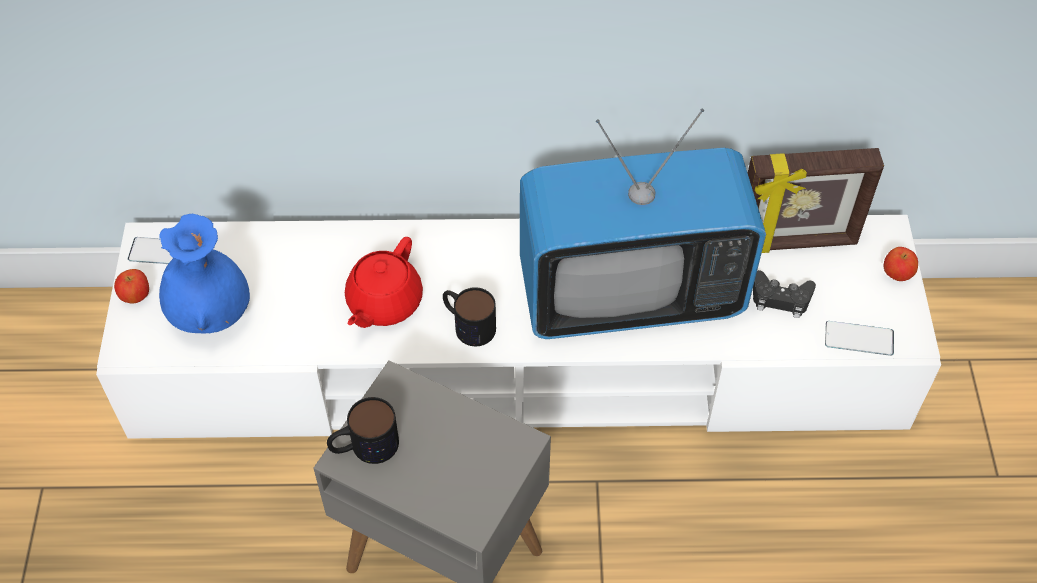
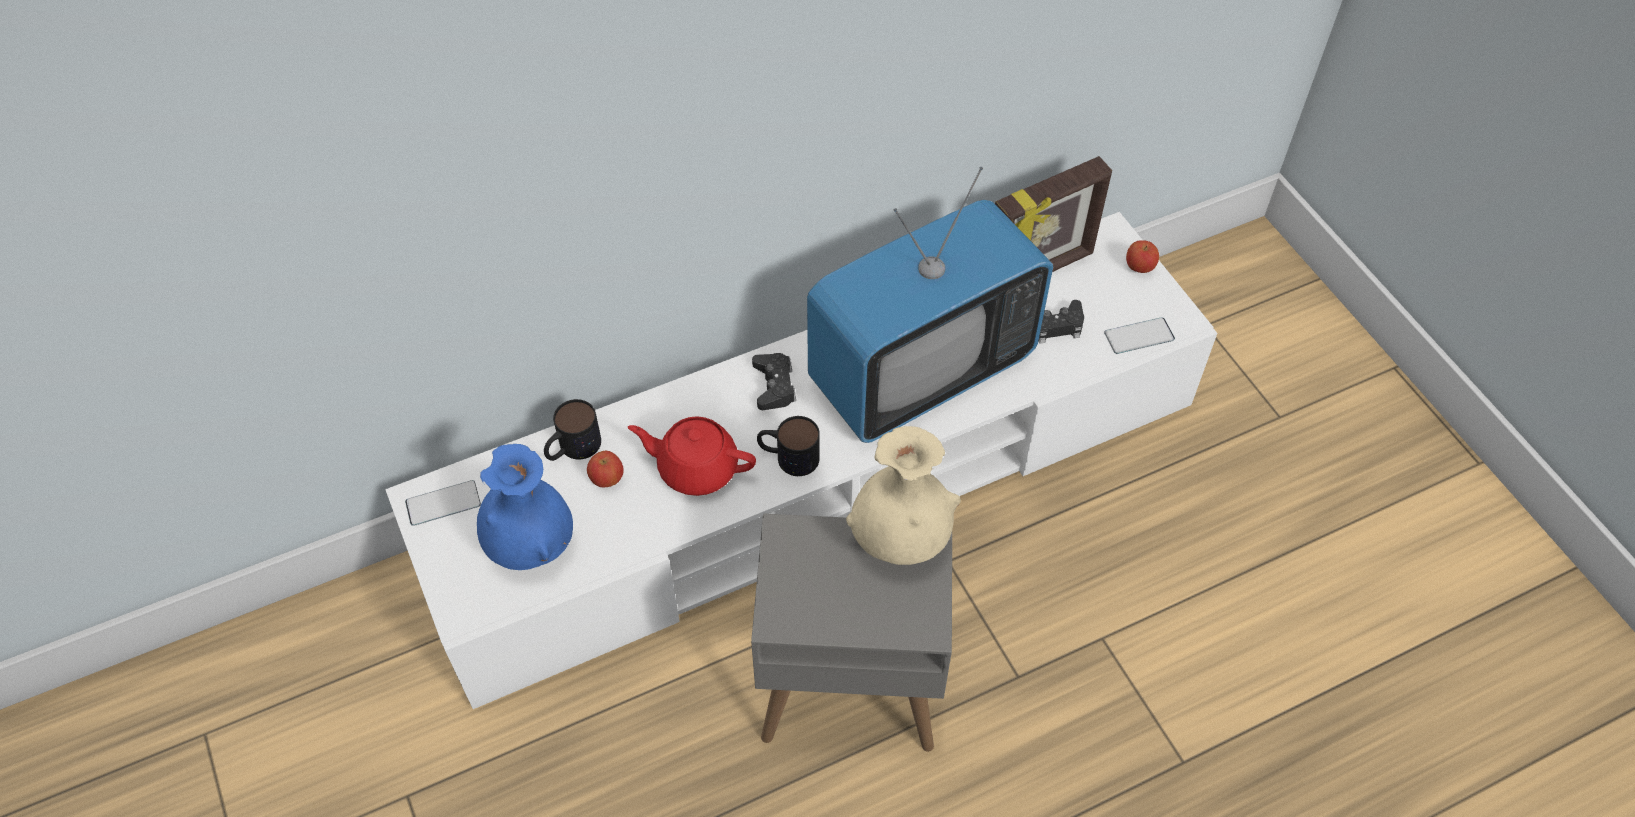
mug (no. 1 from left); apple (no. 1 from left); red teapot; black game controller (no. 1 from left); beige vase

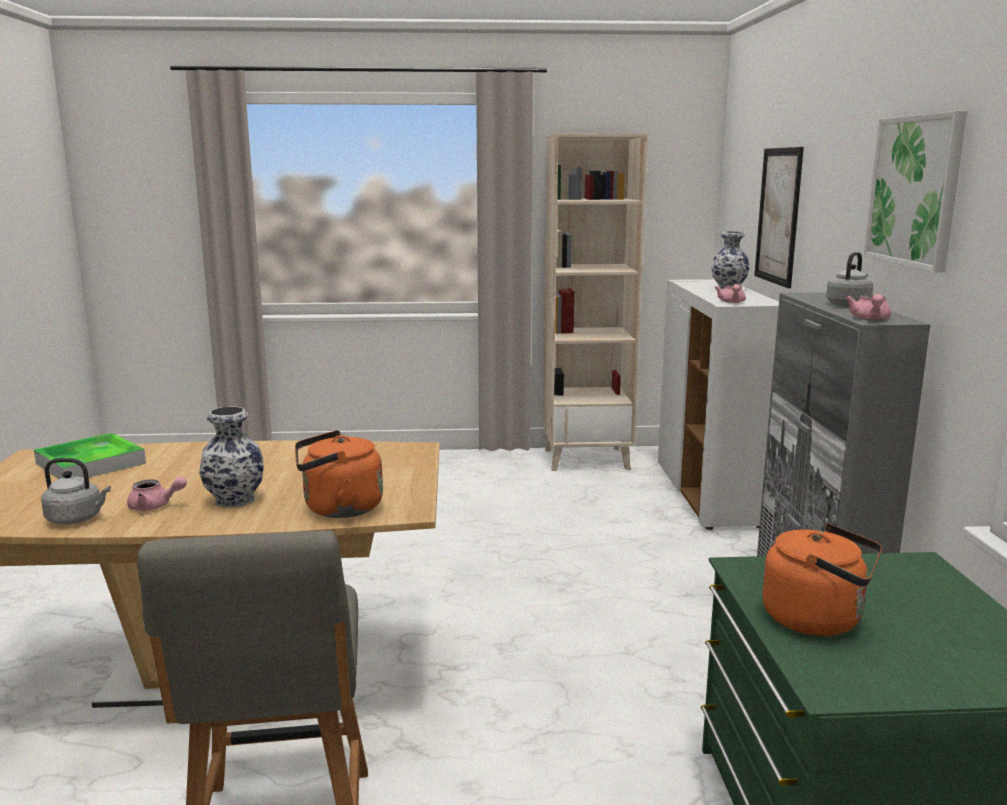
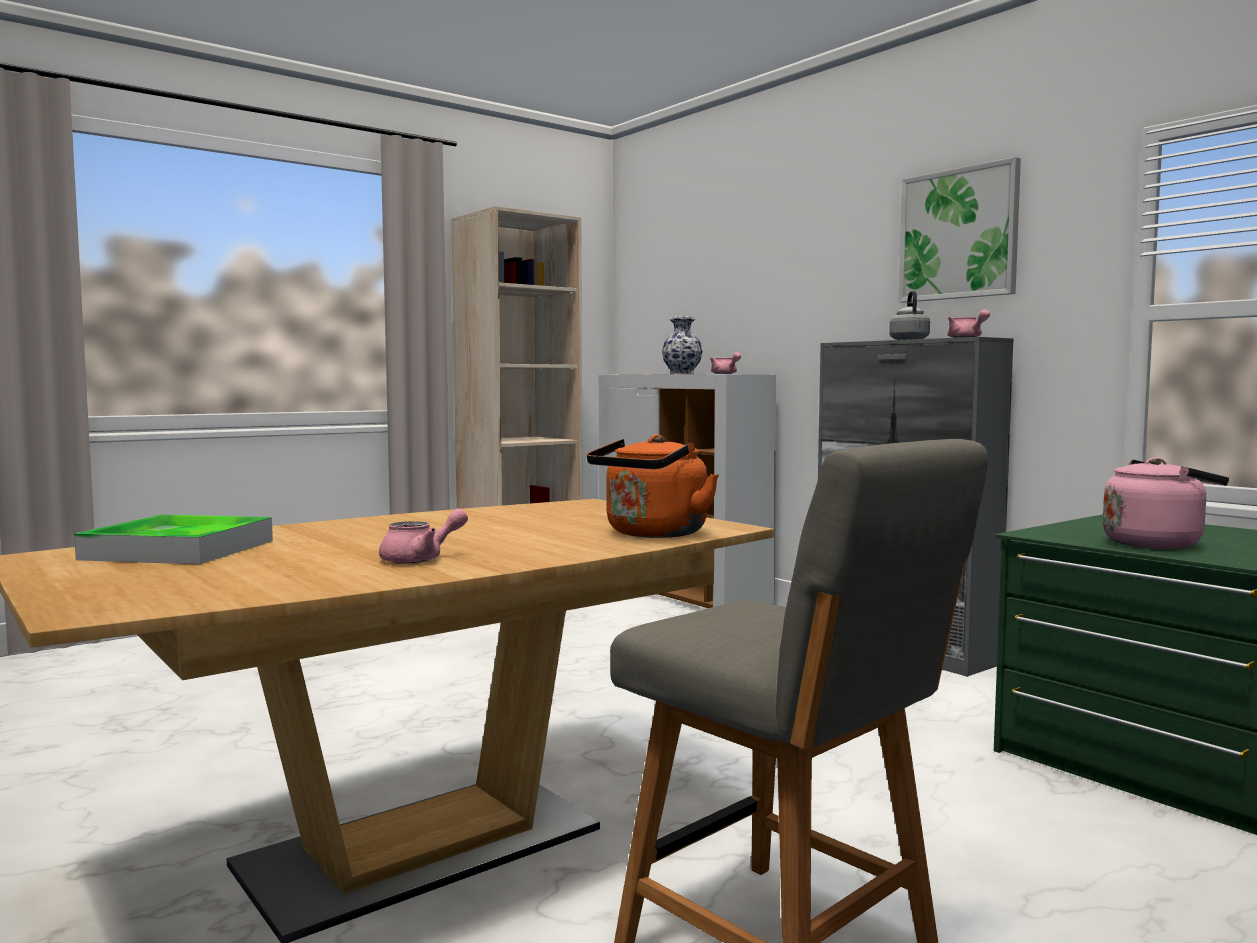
pink kettle; grey kettle (no. 1 from left in the first image); vase (no. 1 from left in the first image); picture (no. 1 from left in the first image)

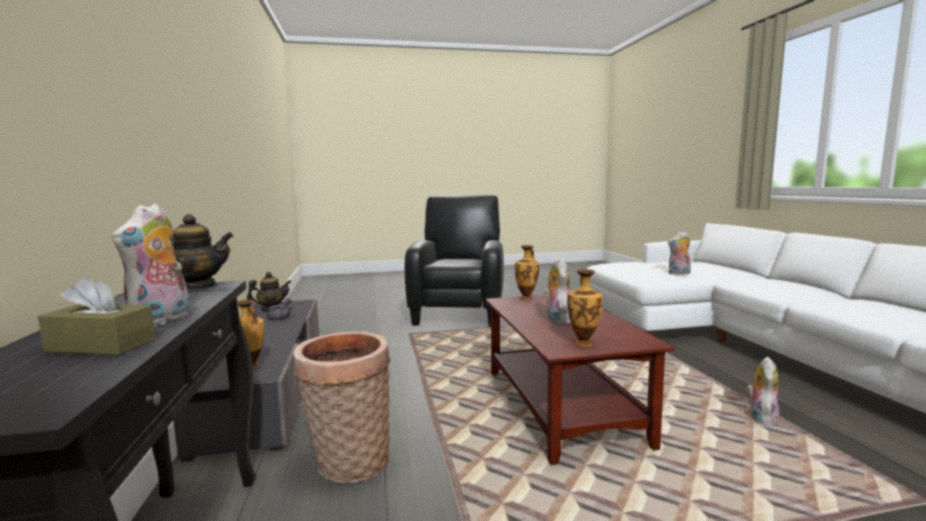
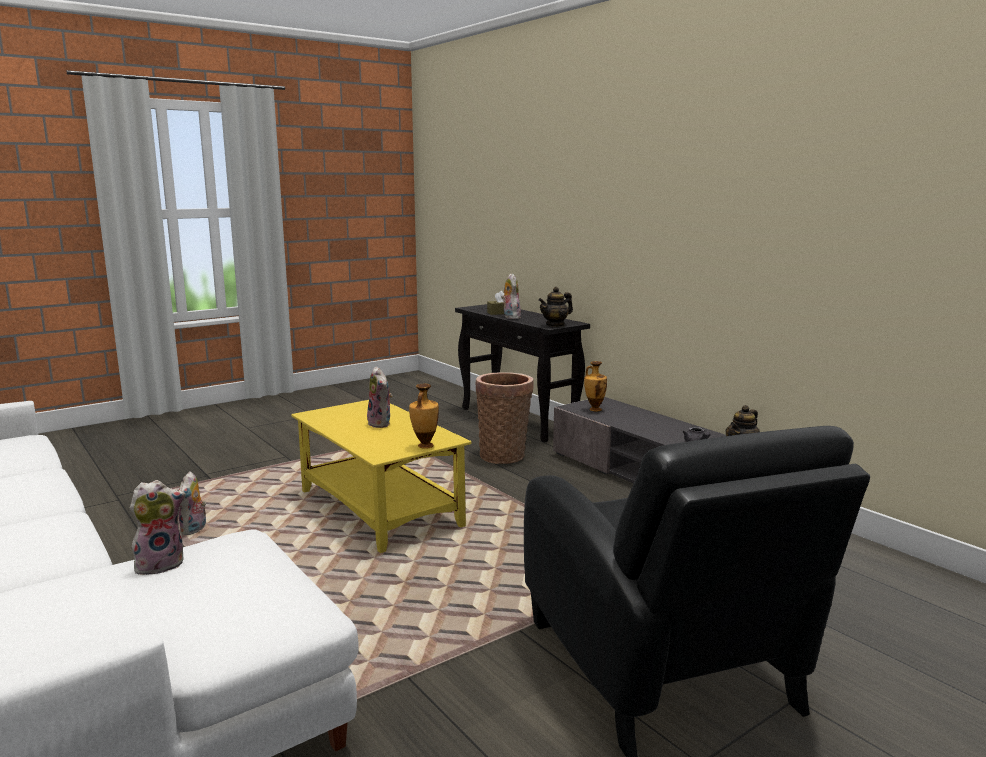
yellow coffee table; vase (no. 3 from left in the first image)

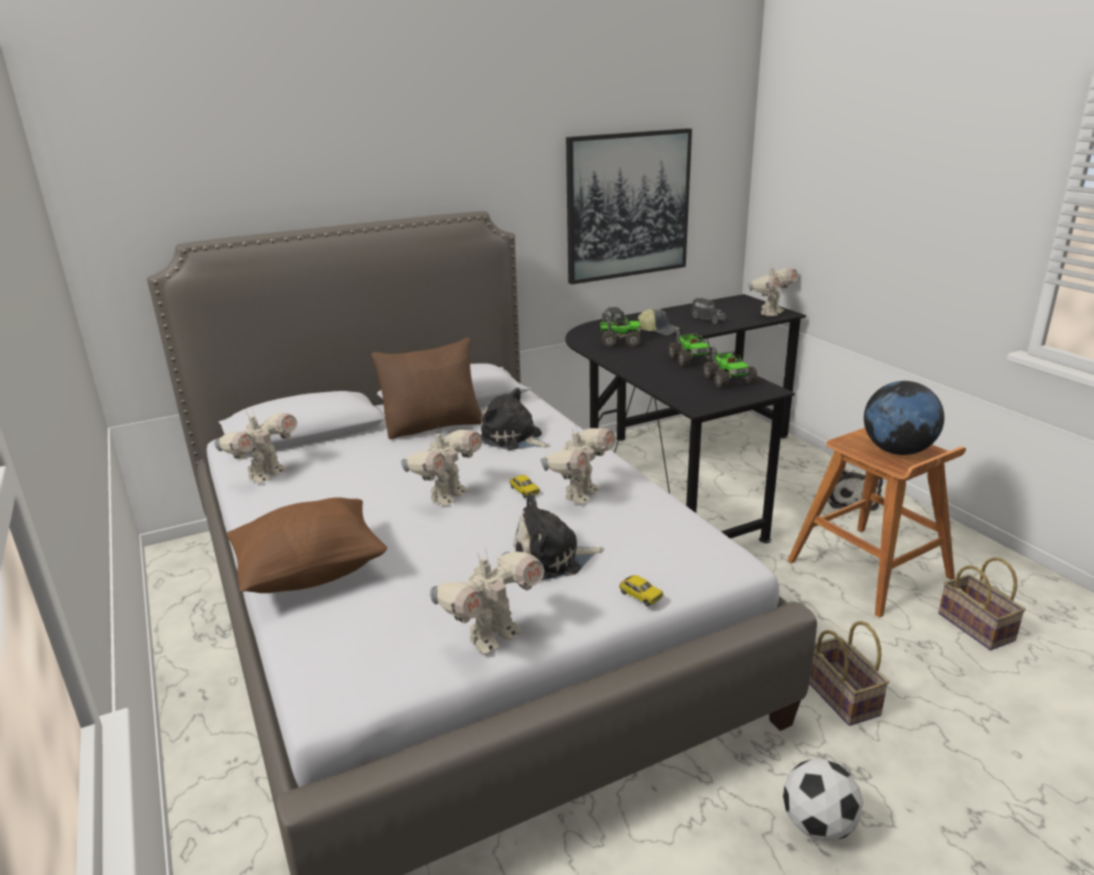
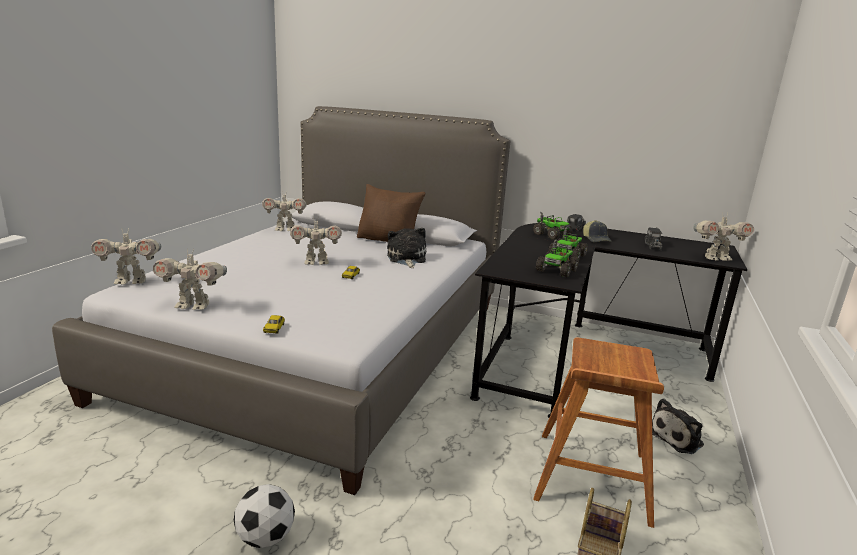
toy robot (no. 1 from left); brown pillow (no. 1 from left in the first image); plush toy (no. 2 from left in the first image); picture; basket (no. 1 from left in the first image); globe

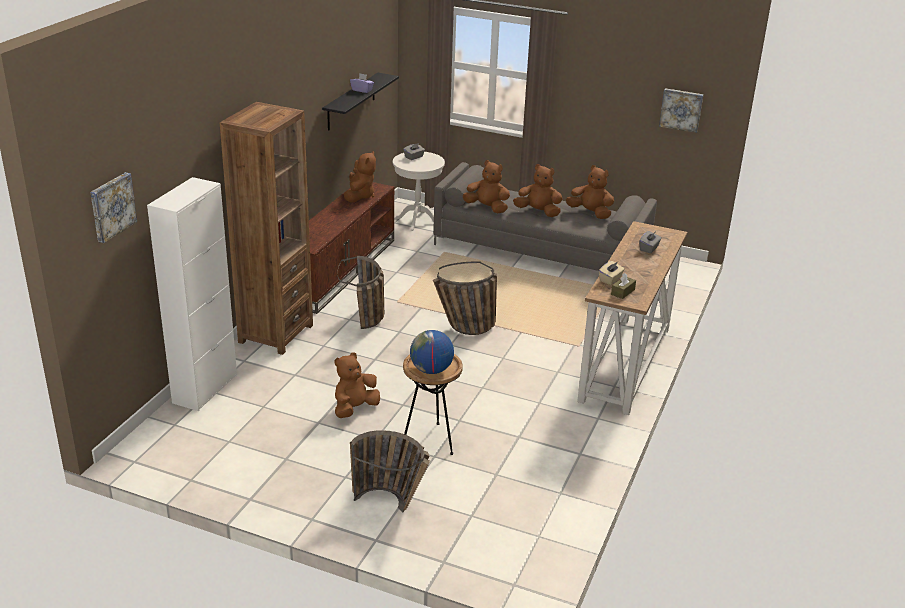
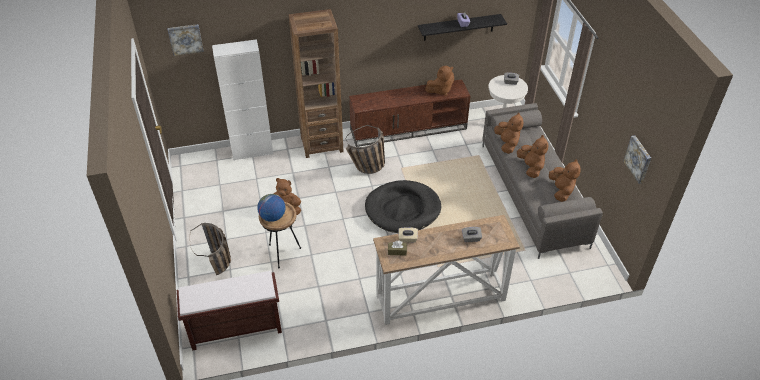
brown bench; black dog bed

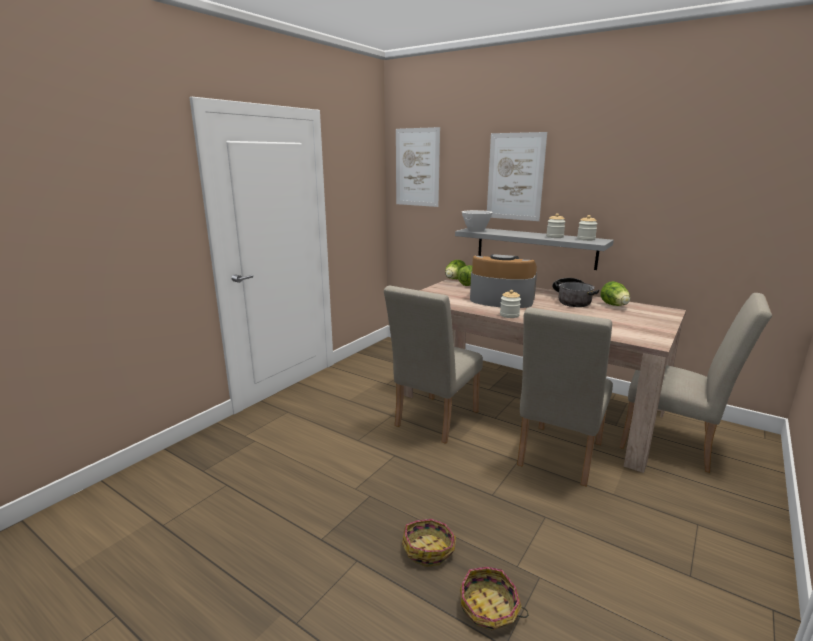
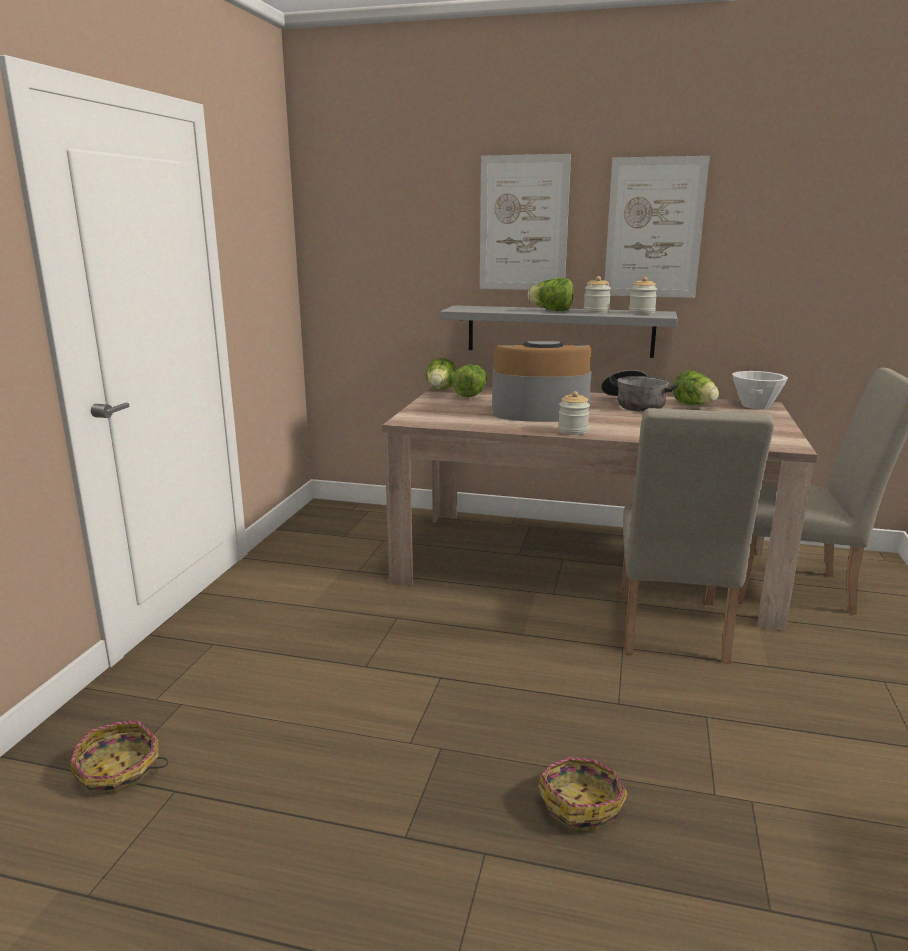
basket (no. 1 from left); lettuce (no. 3 from left); picture (no. 2 from left); white bowl; beige chair (no. 1 from left in the first image)

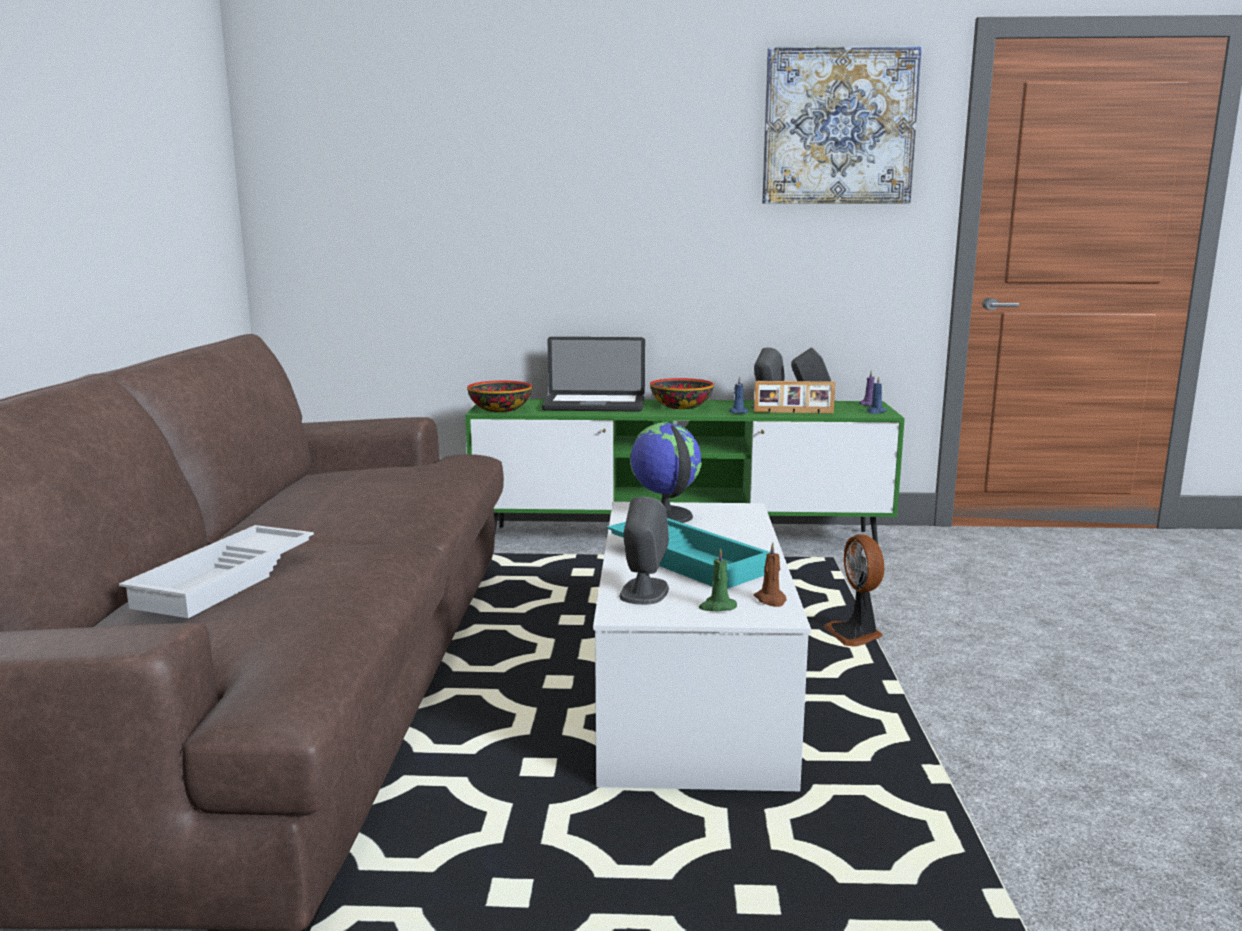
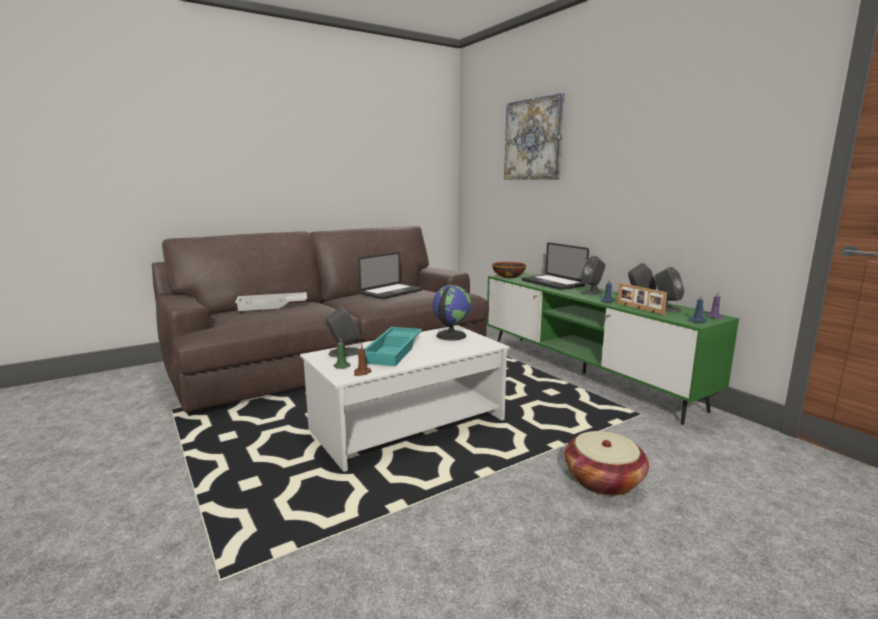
laptop (no. 1 from left); picture; basket; grey speaker (no. 2 from left); fan

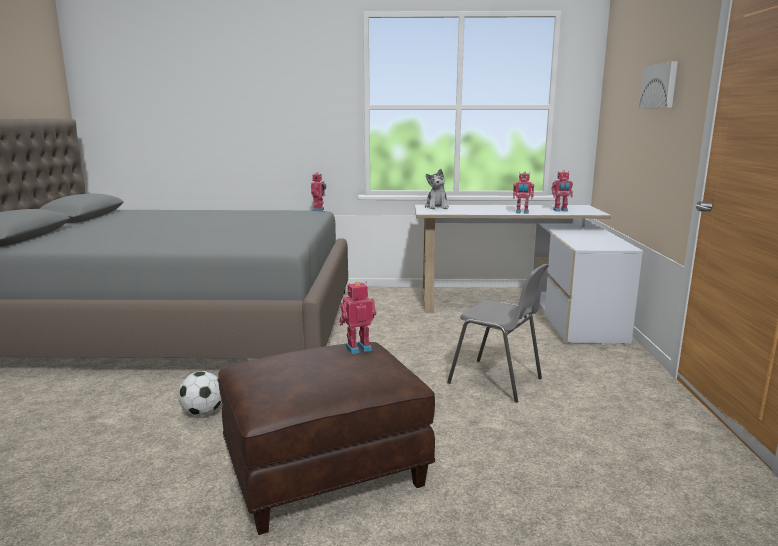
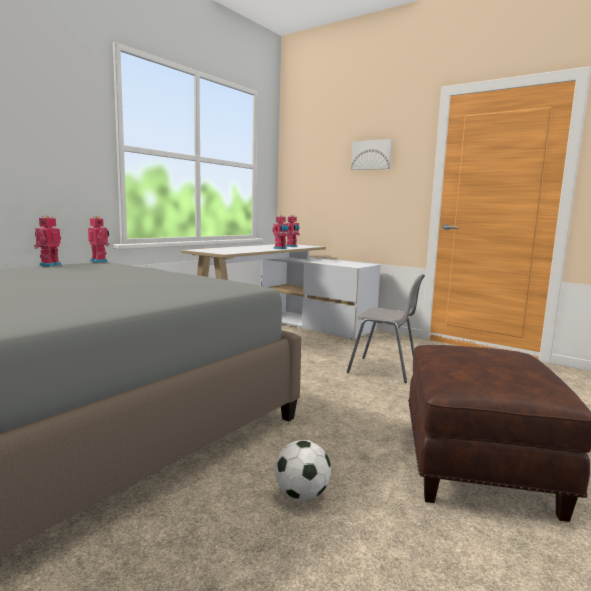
toy robot (no. 1 from left); grey chair; plush toy

